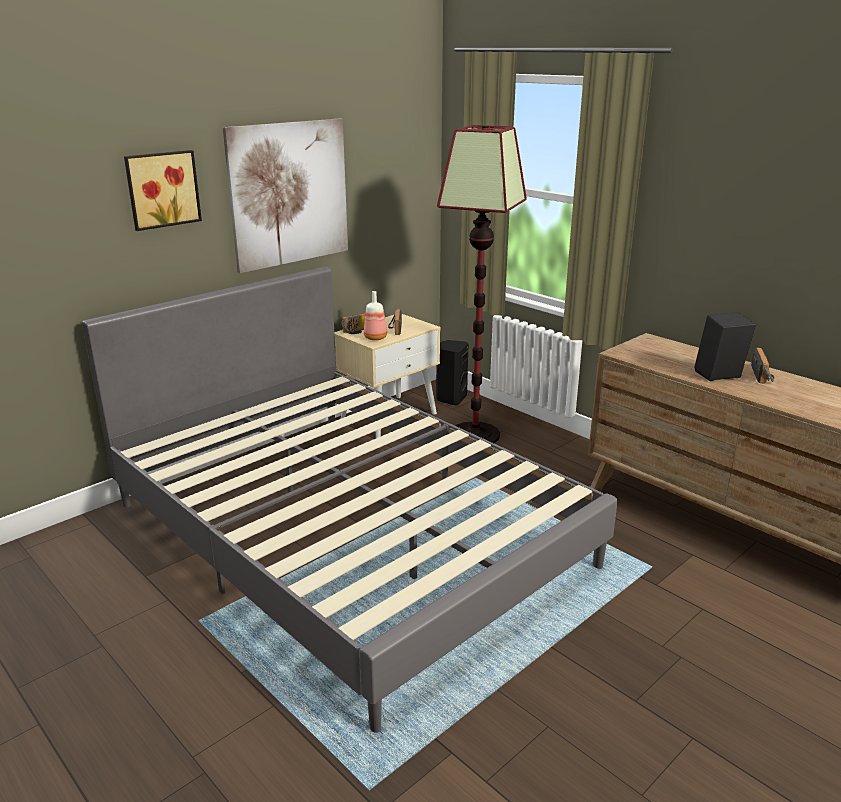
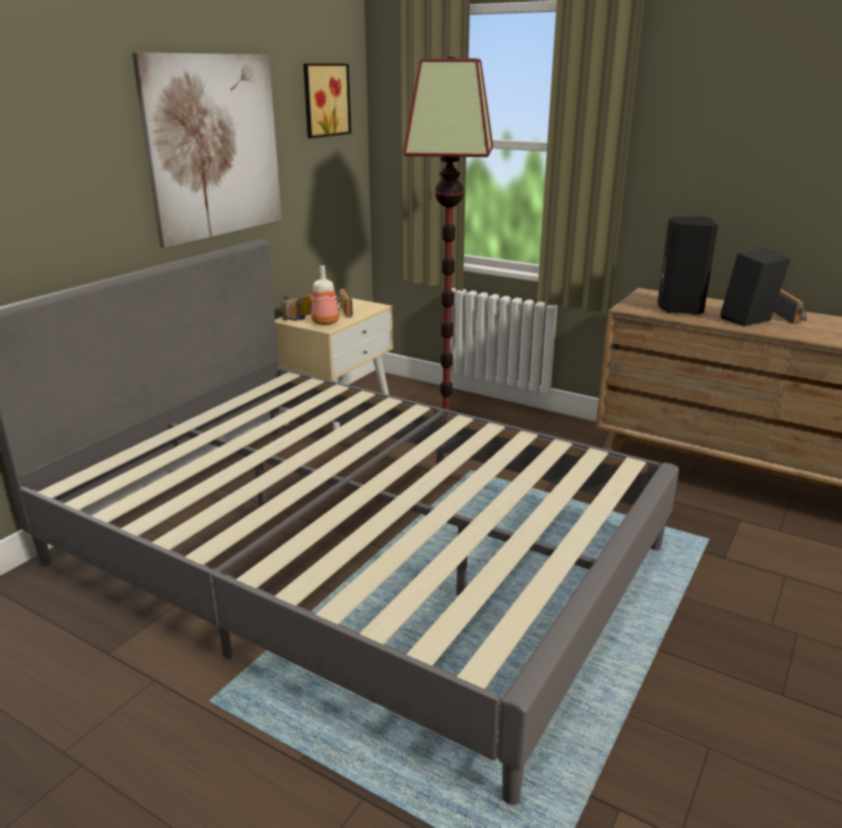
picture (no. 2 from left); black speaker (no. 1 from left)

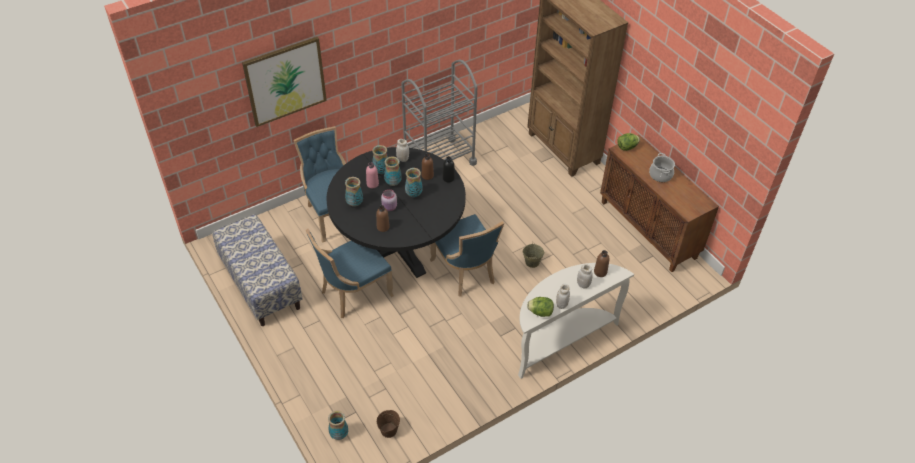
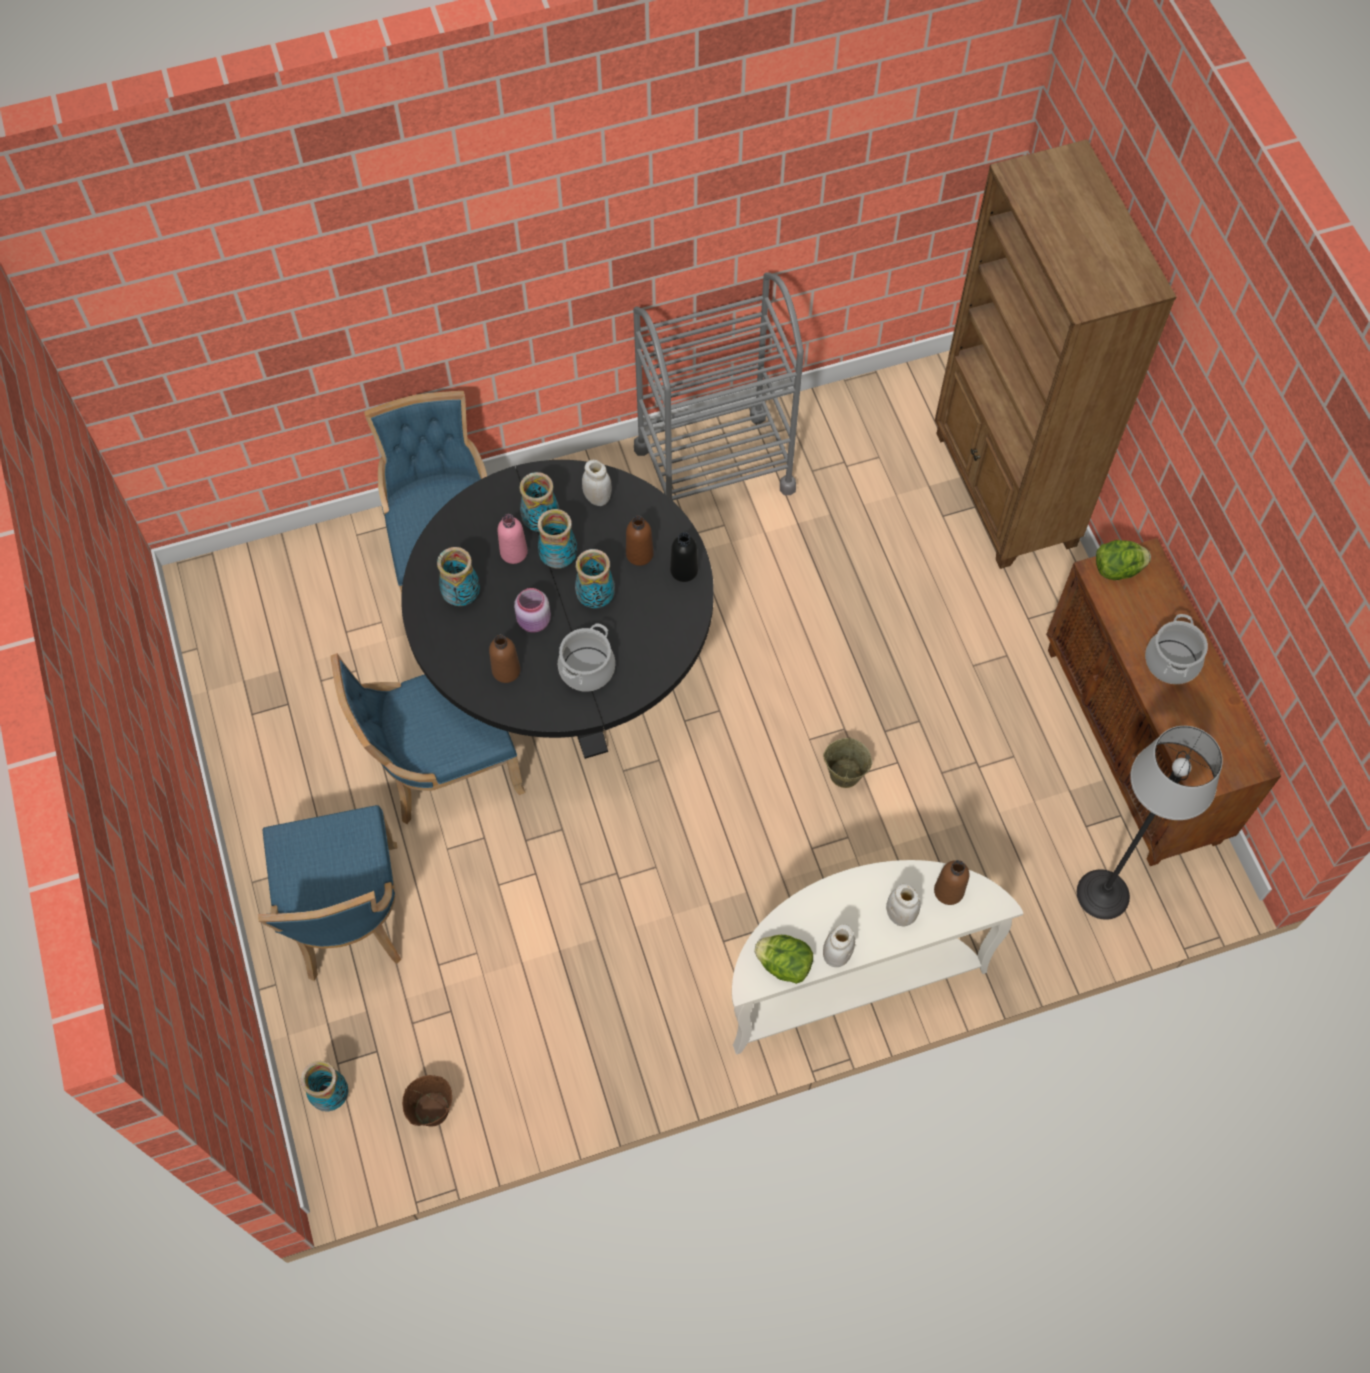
blue chair (no. 1 from left); cooking pot (no. 1 from left); floor lamp; bench; picture

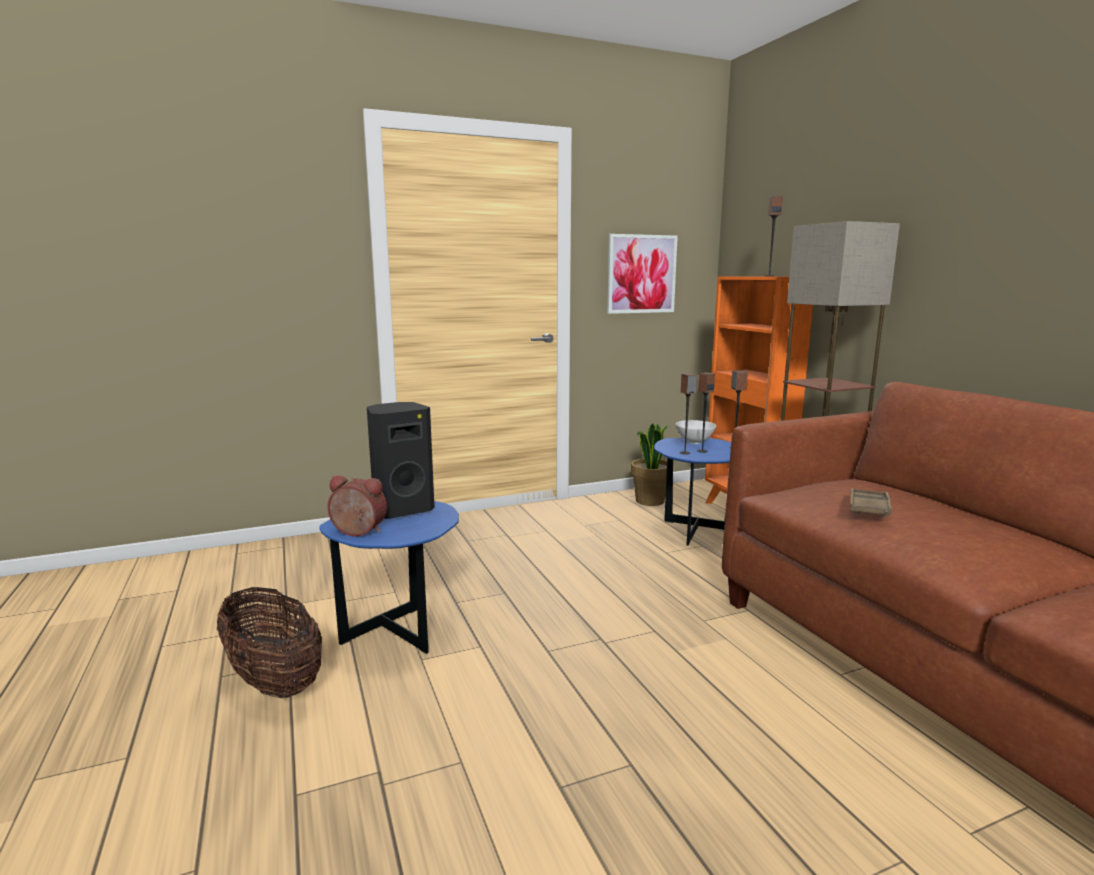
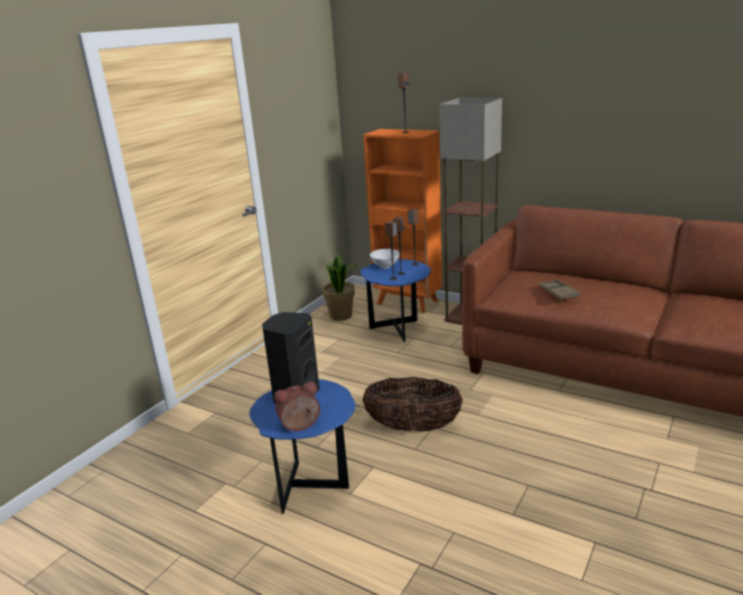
basket; picture

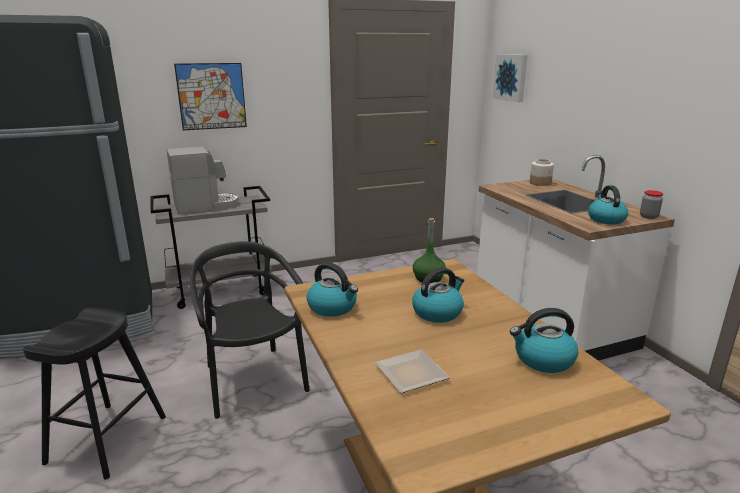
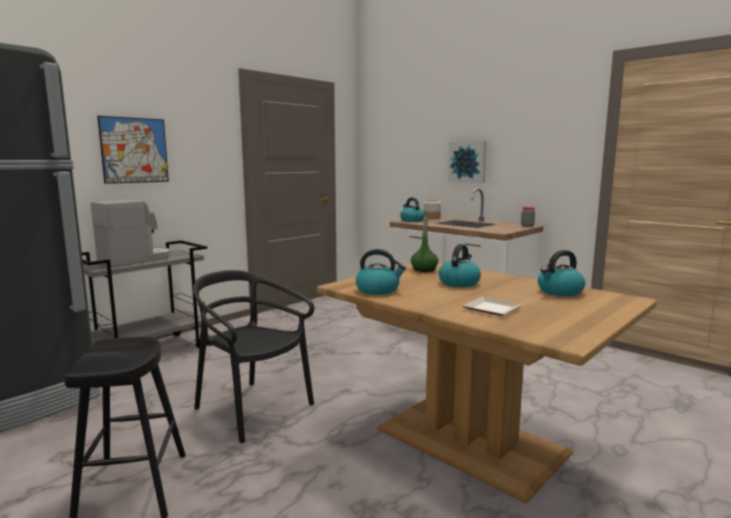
kettle (no. 2 from left); picture (no. 2 from left)

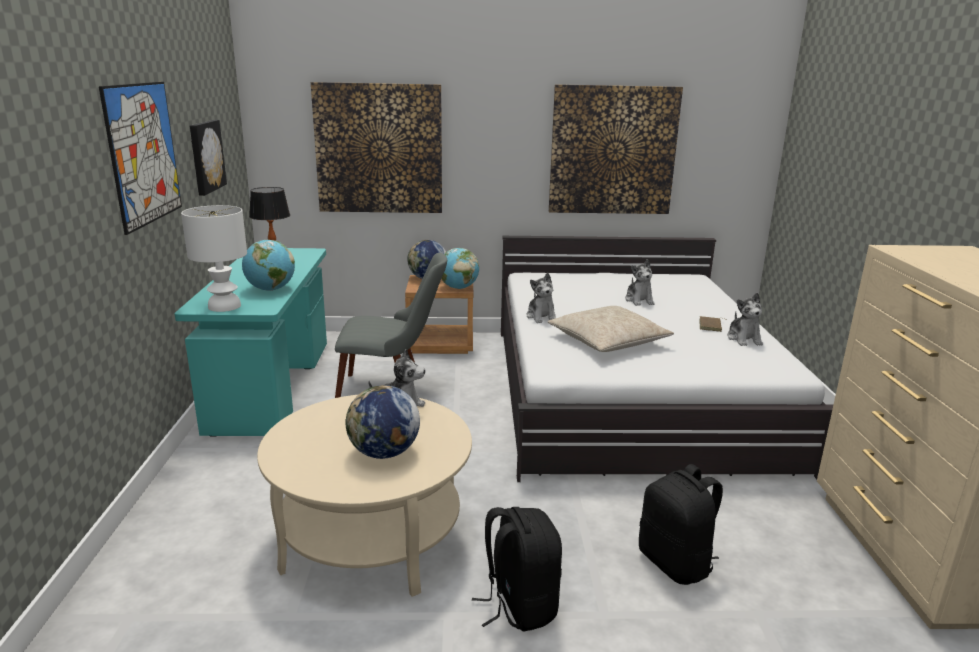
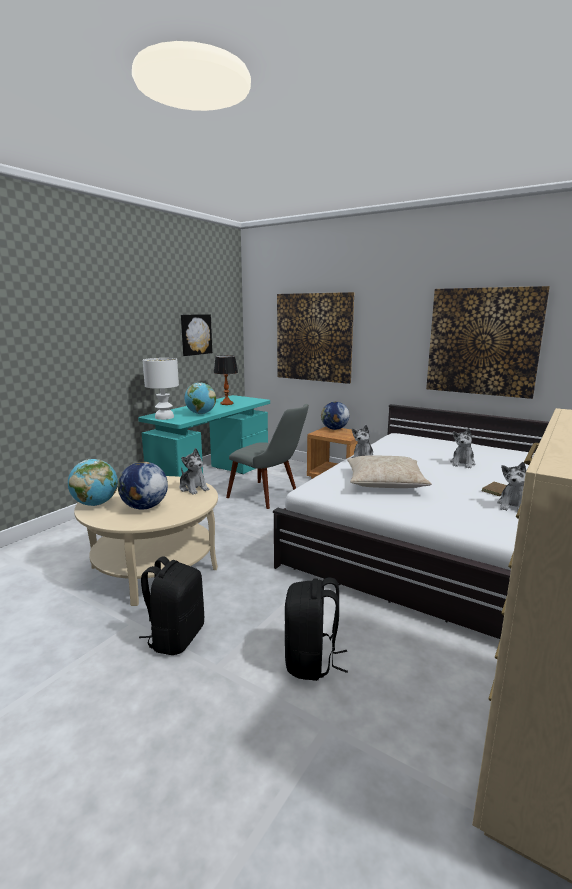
globe (no. 1 from left); picture (no. 1 from left in the first image)

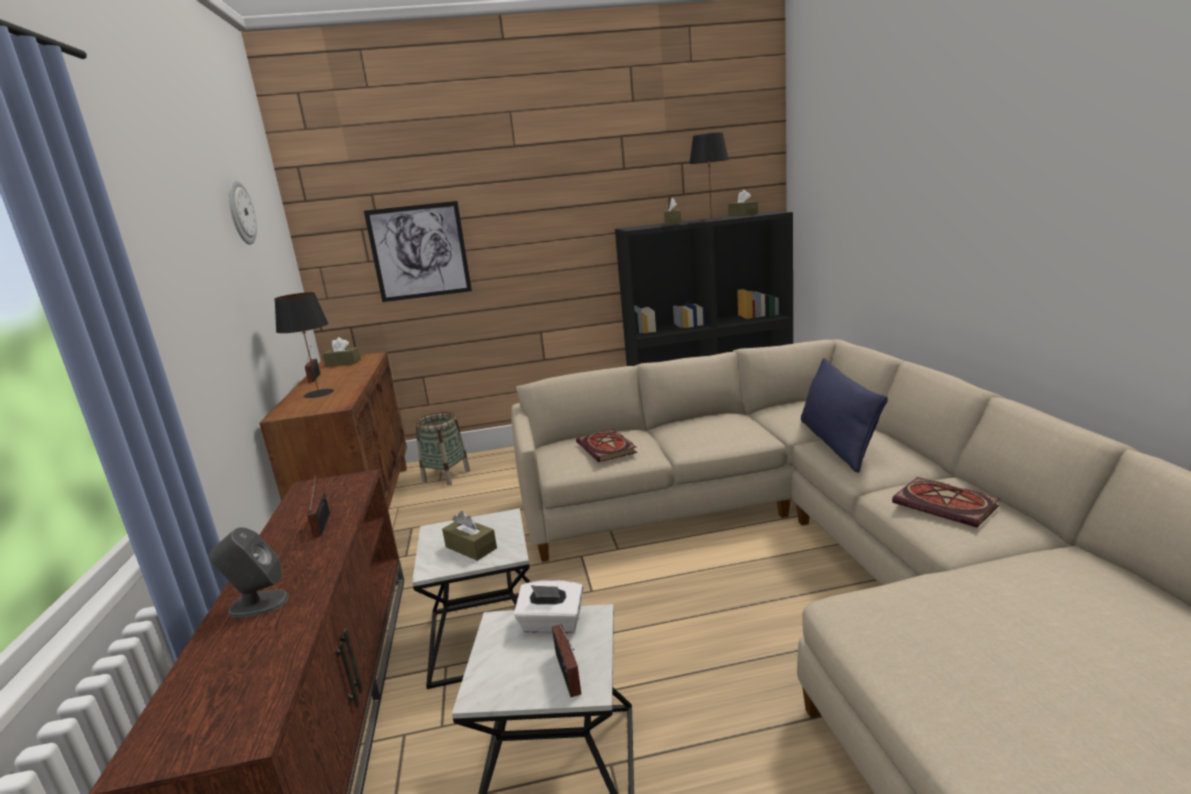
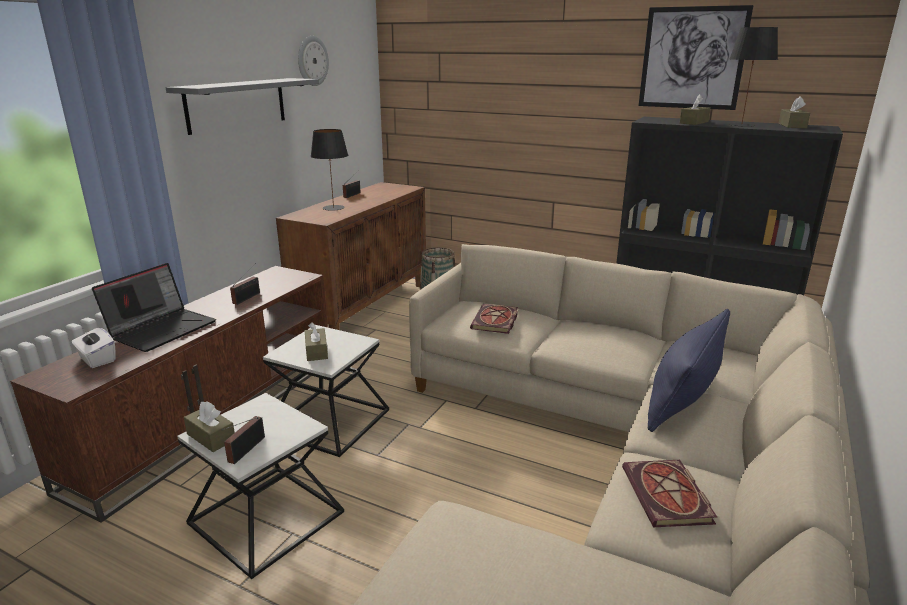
white tissue box; laptop; grey shelf; brown tissue box (no. 1 from left); picture

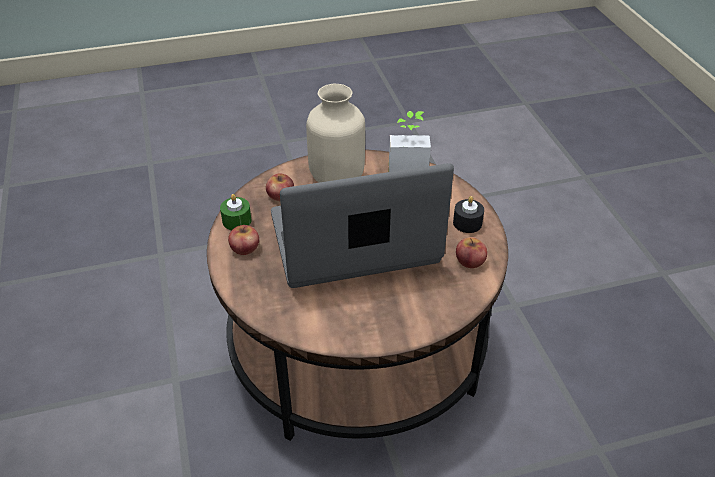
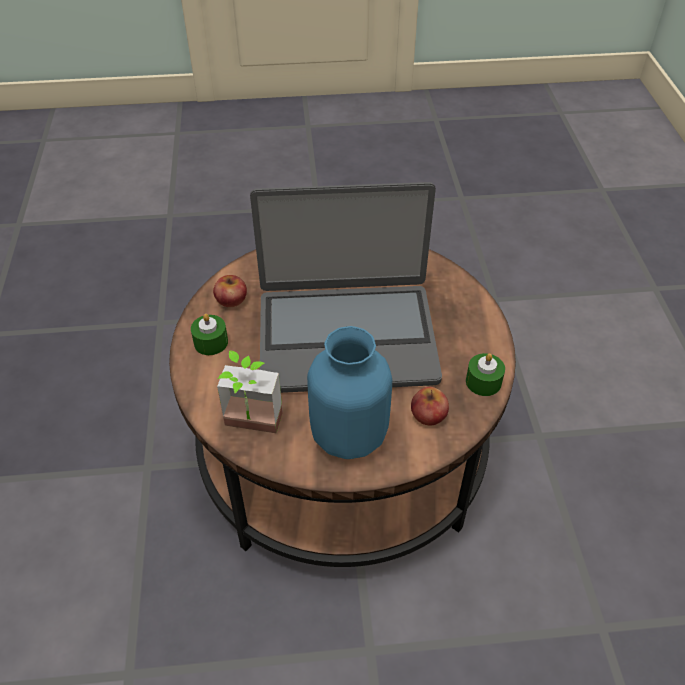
green candle (no. 1 from left); blue vase; apple (no. 1 from left in the first image)

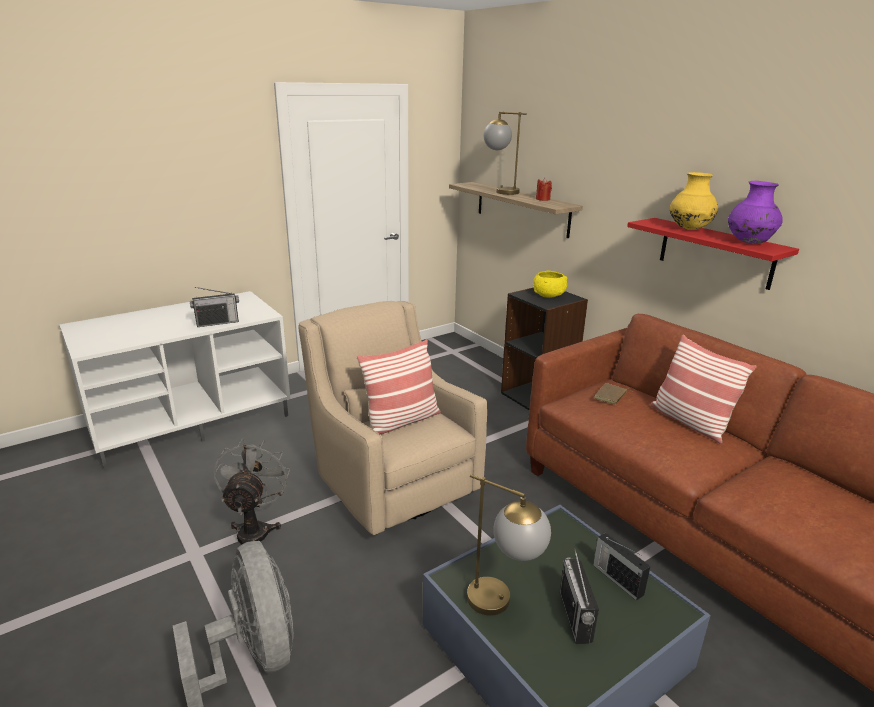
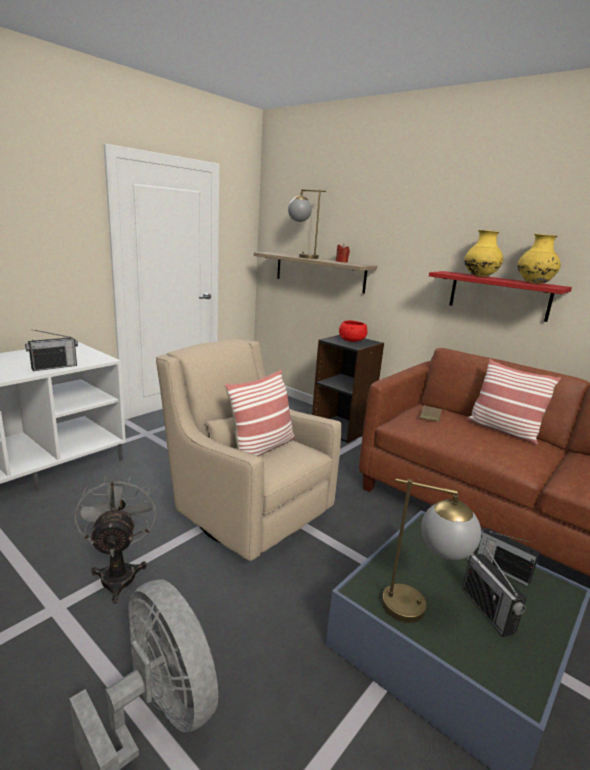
red bowl; yellow vase (no. 2 from left)

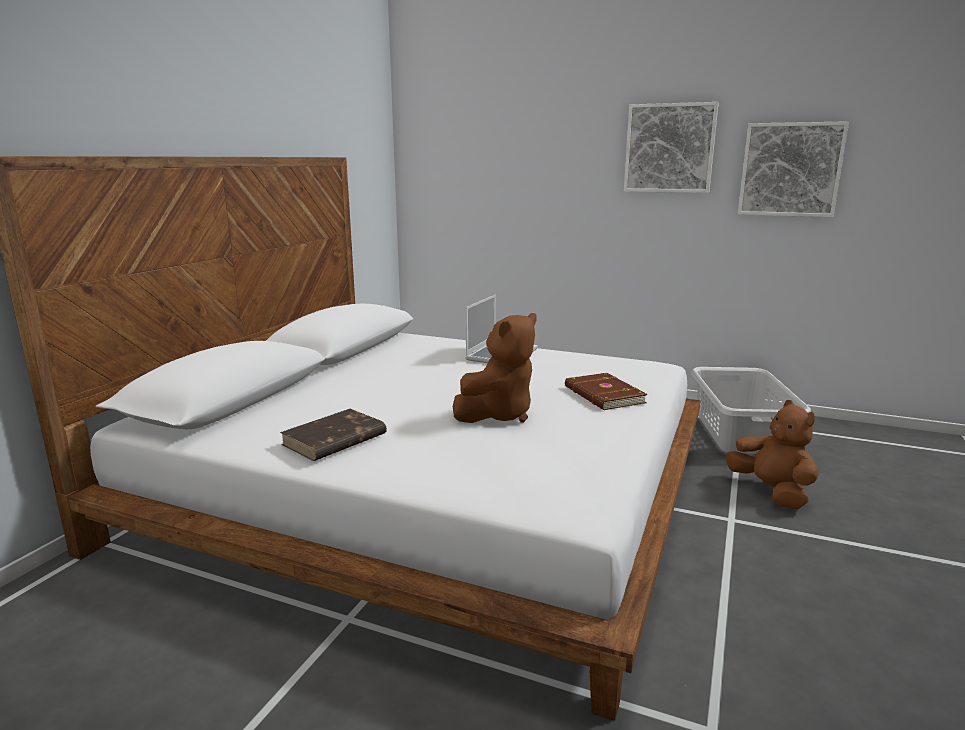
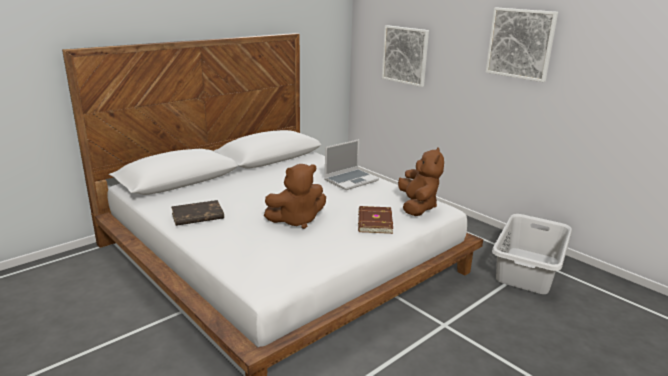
picture (no. 1 from left); brown plush toy (no. 2 from left)

